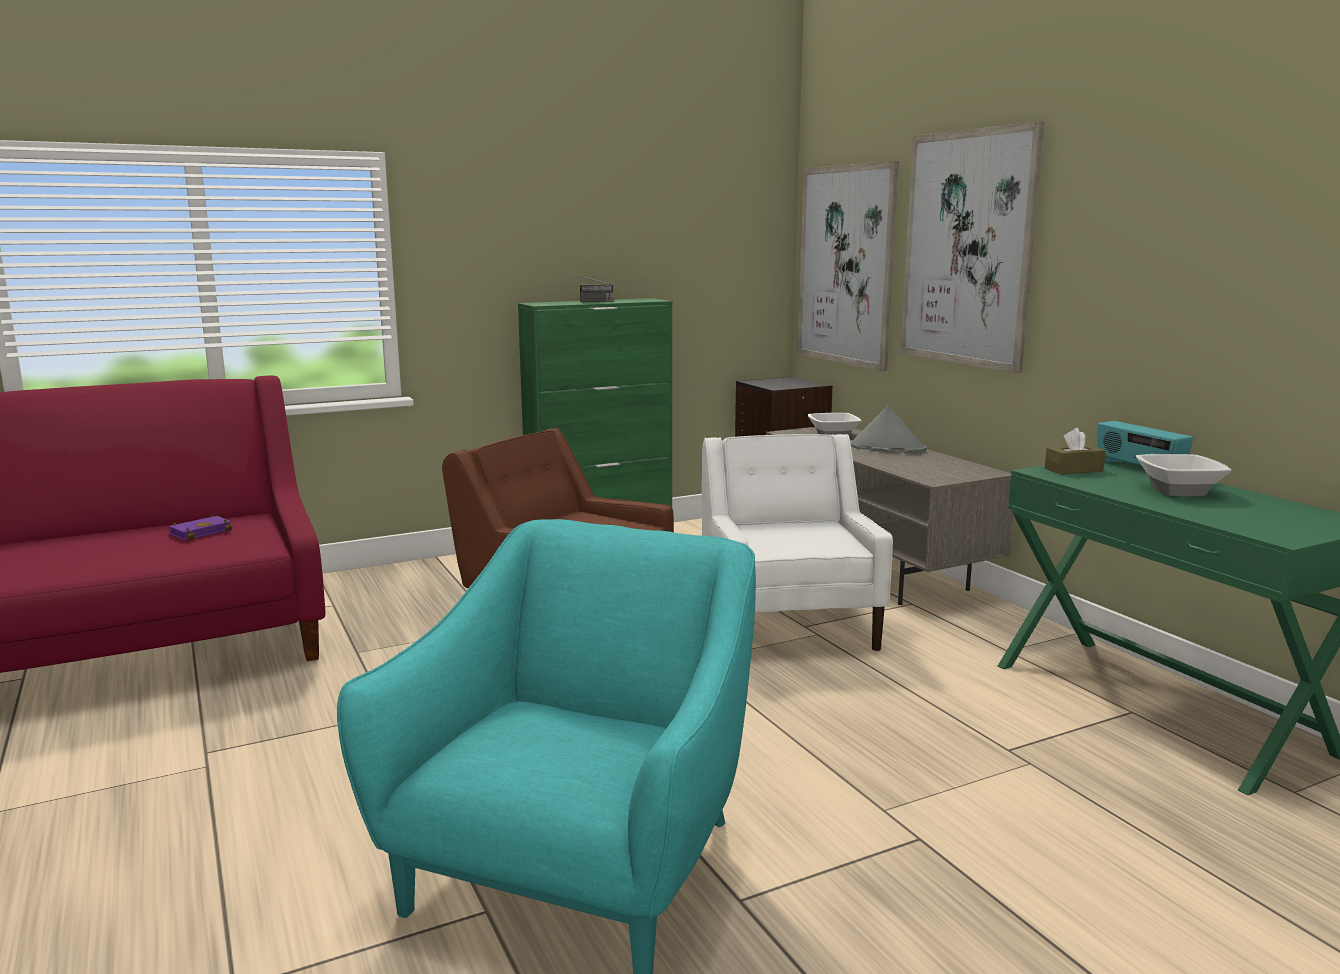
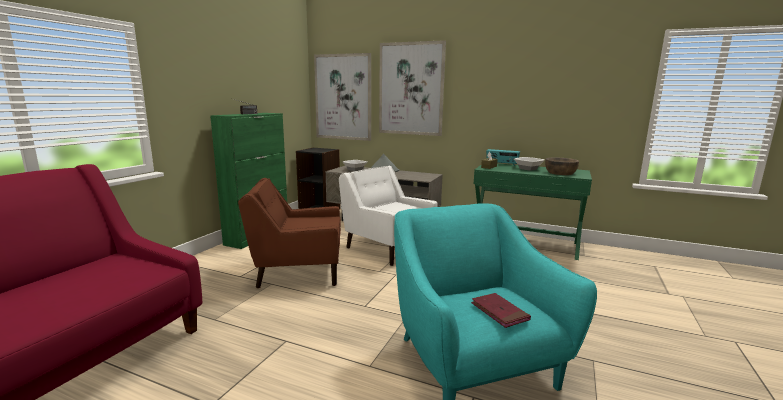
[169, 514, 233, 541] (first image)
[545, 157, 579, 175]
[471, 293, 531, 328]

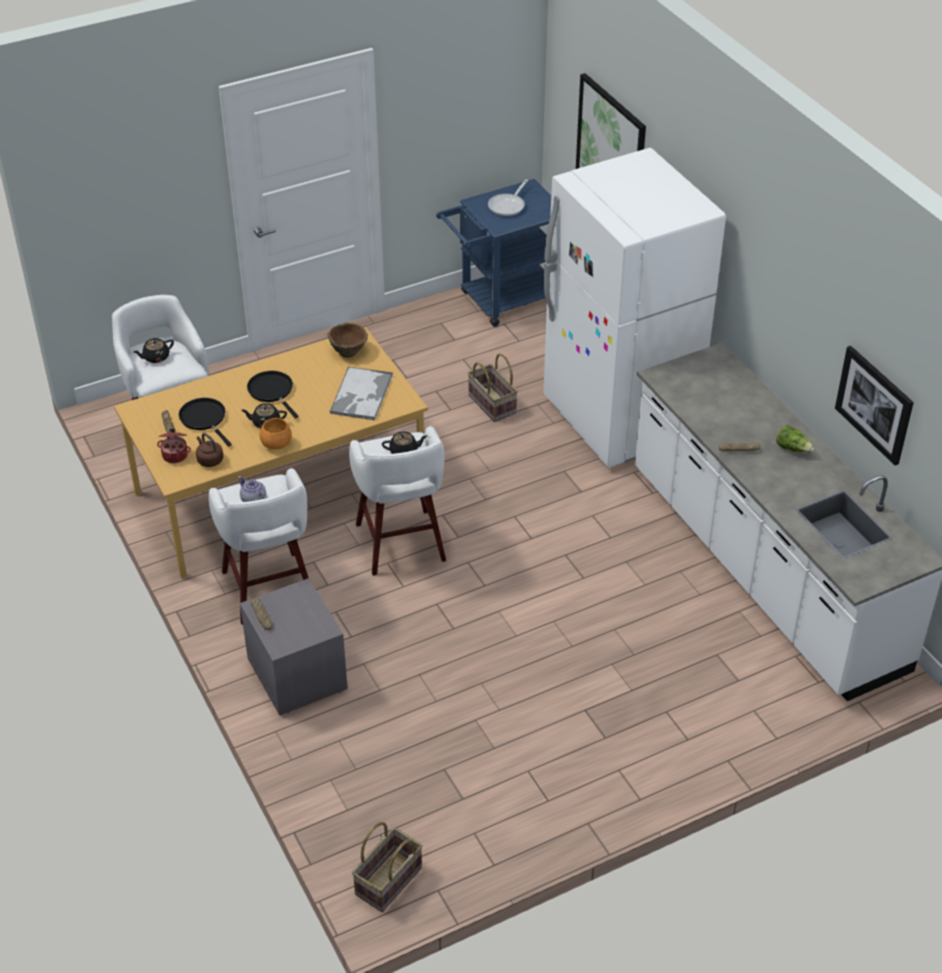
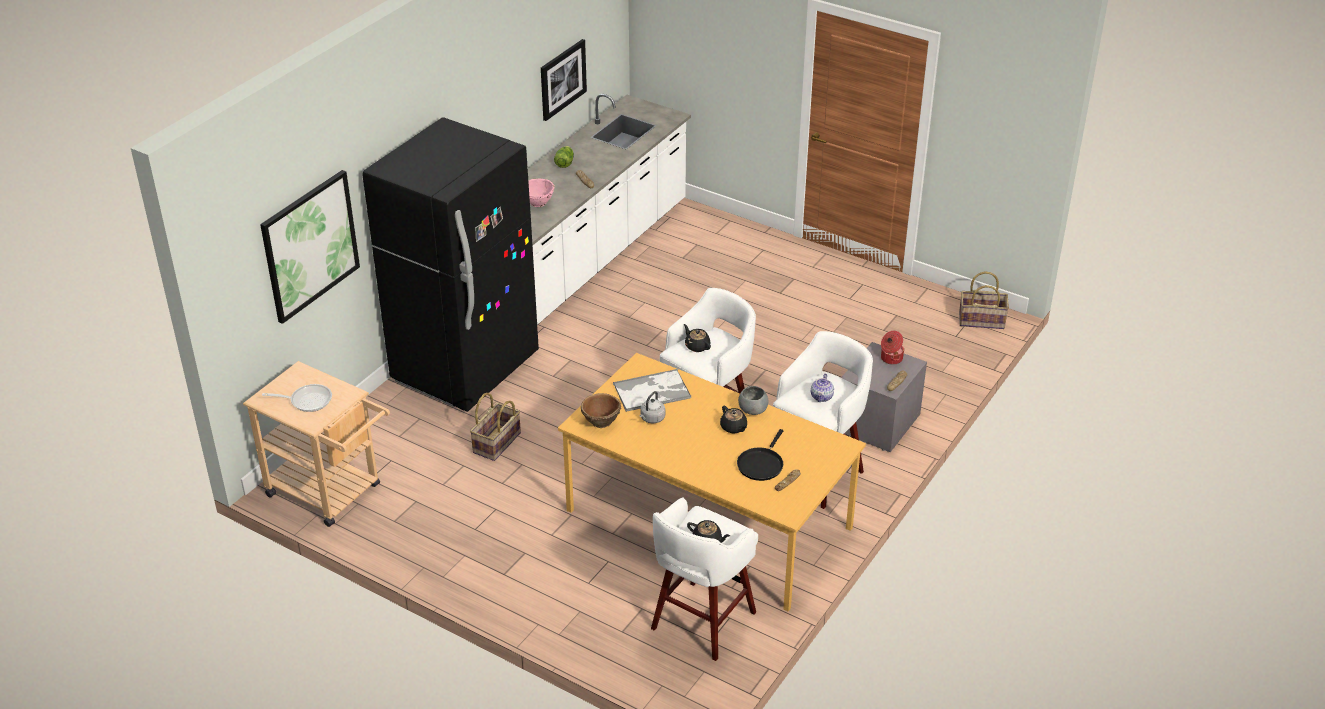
[362, 117, 539, 412]
[243, 361, 390, 527]
[247, 371, 299, 419] (first image)
[738, 386, 768, 415]
[881, 331, 904, 365]
[196, 433, 223, 467] (first image)
[528, 178, 555, 207]
[639, 391, 665, 424]

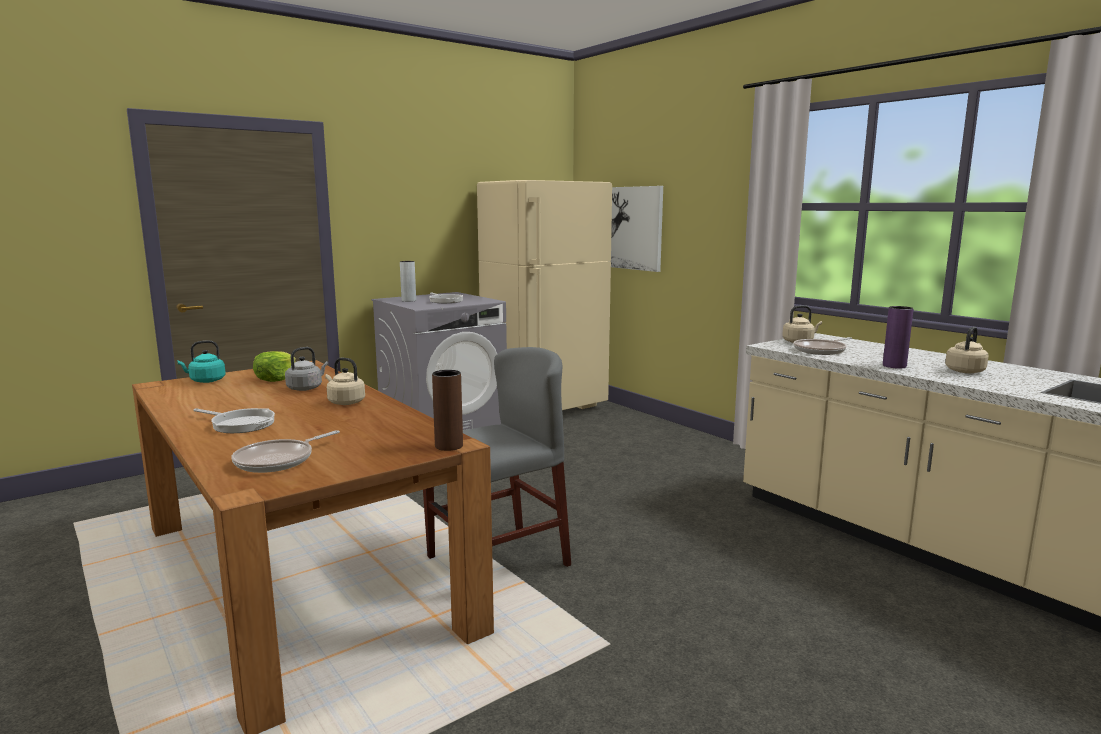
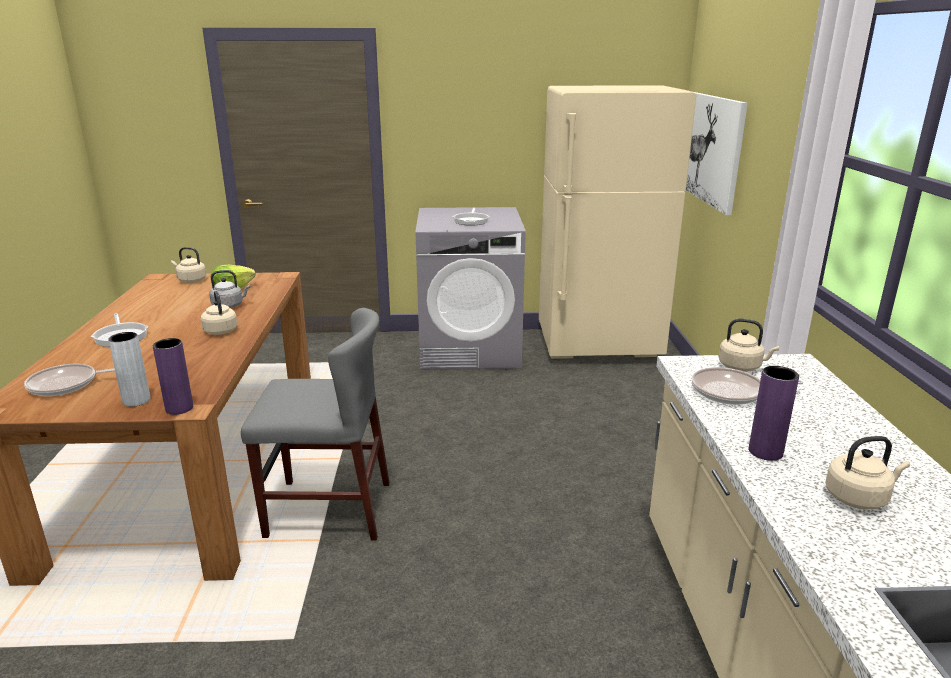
[108, 332, 150, 407]
[171, 247, 206, 283]
[153, 338, 193, 415]

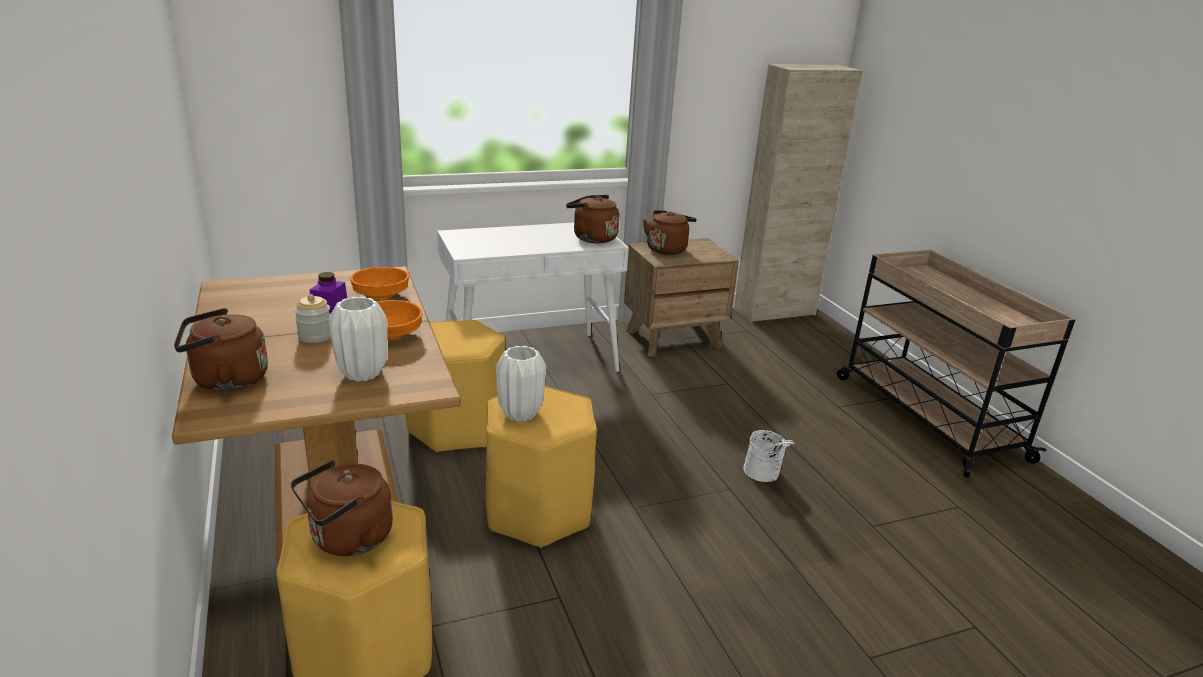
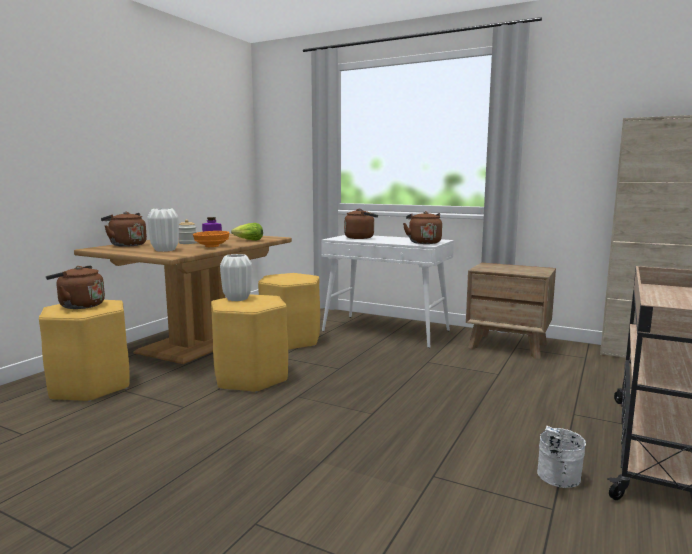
[344, 209, 378, 239]
[231, 223, 263, 241]
[537, 426, 586, 488]

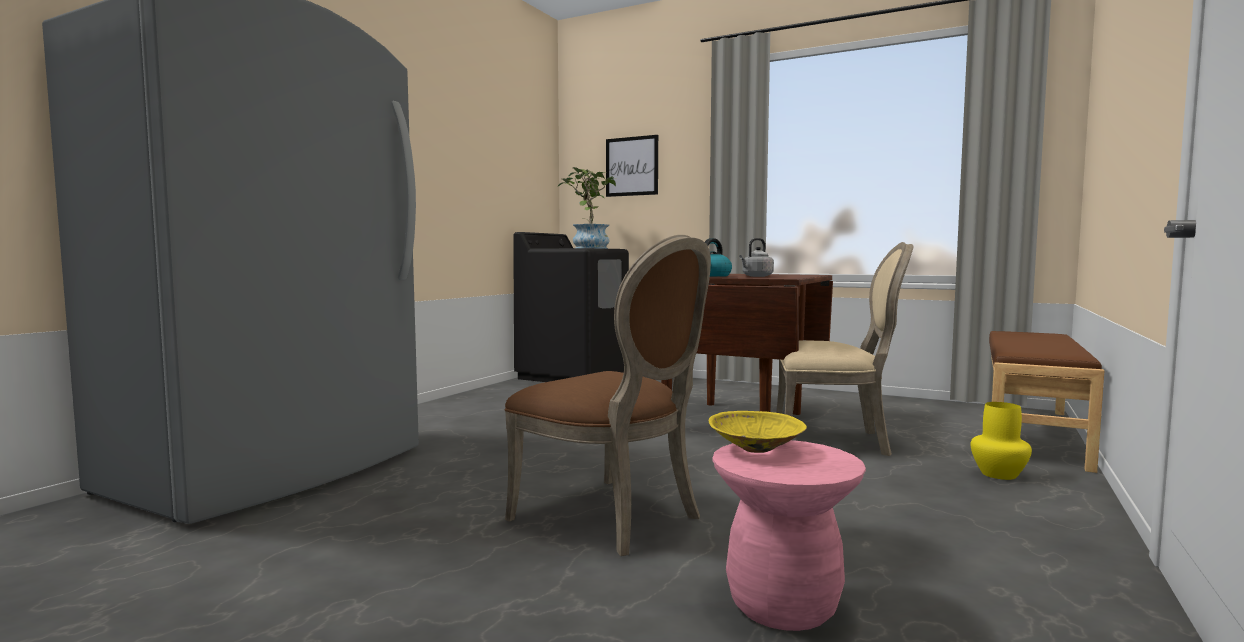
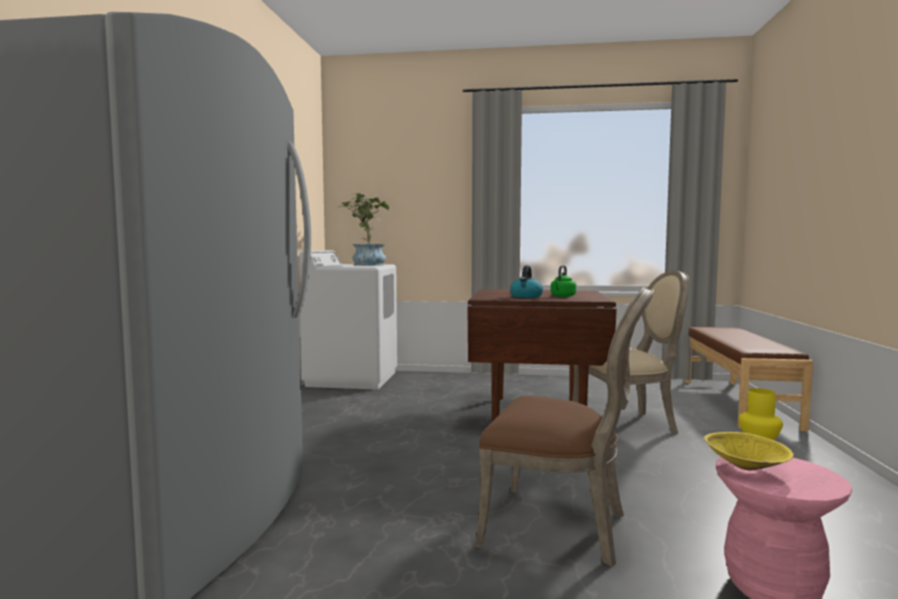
[606, 135, 658, 197] (first image)
[300, 250, 397, 389]
[551, 265, 576, 297]

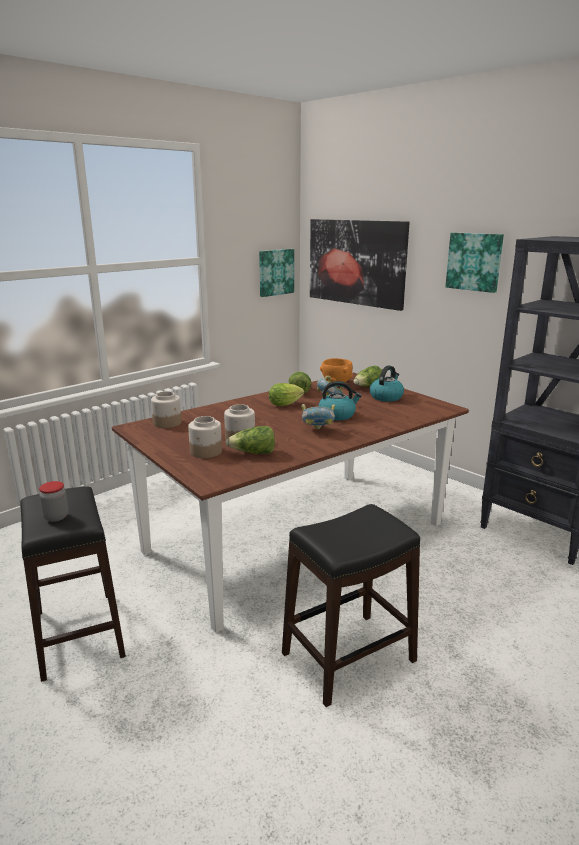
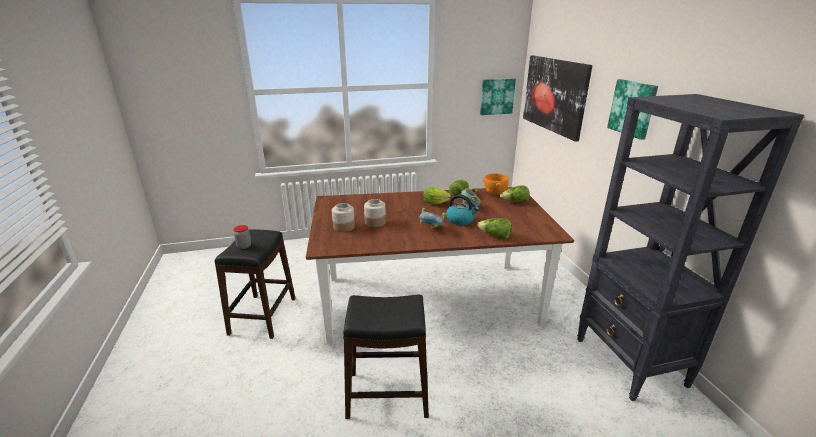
[370, 365, 404, 402] (first image)
[151, 391, 182, 428] (first image)
[477, 218, 512, 239]

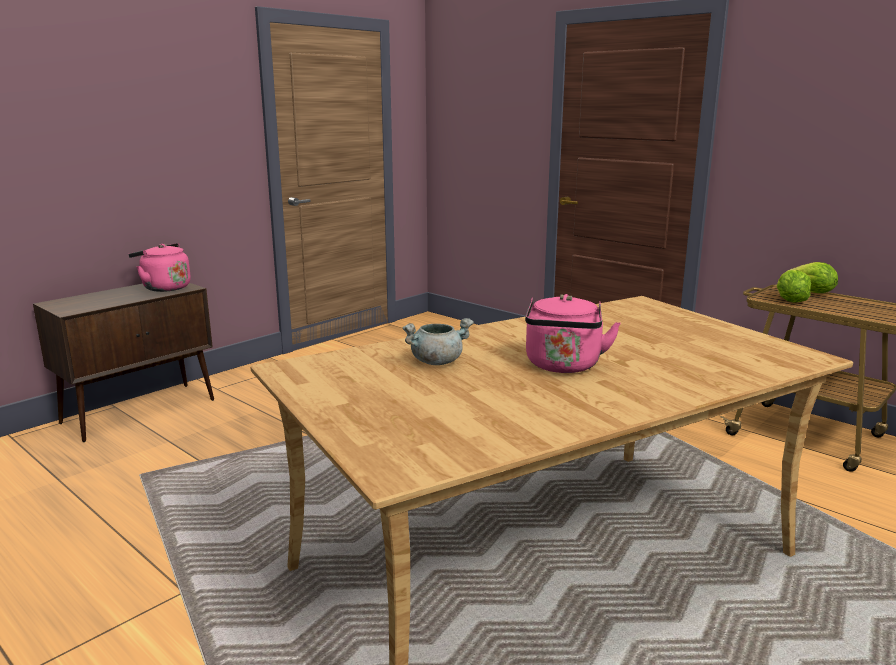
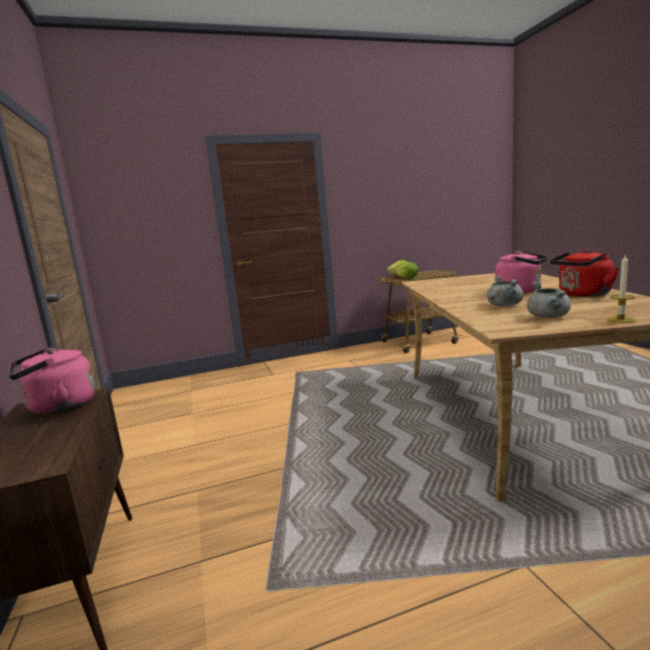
[550, 249, 619, 297]
[606, 255, 636, 323]
[527, 281, 571, 318]

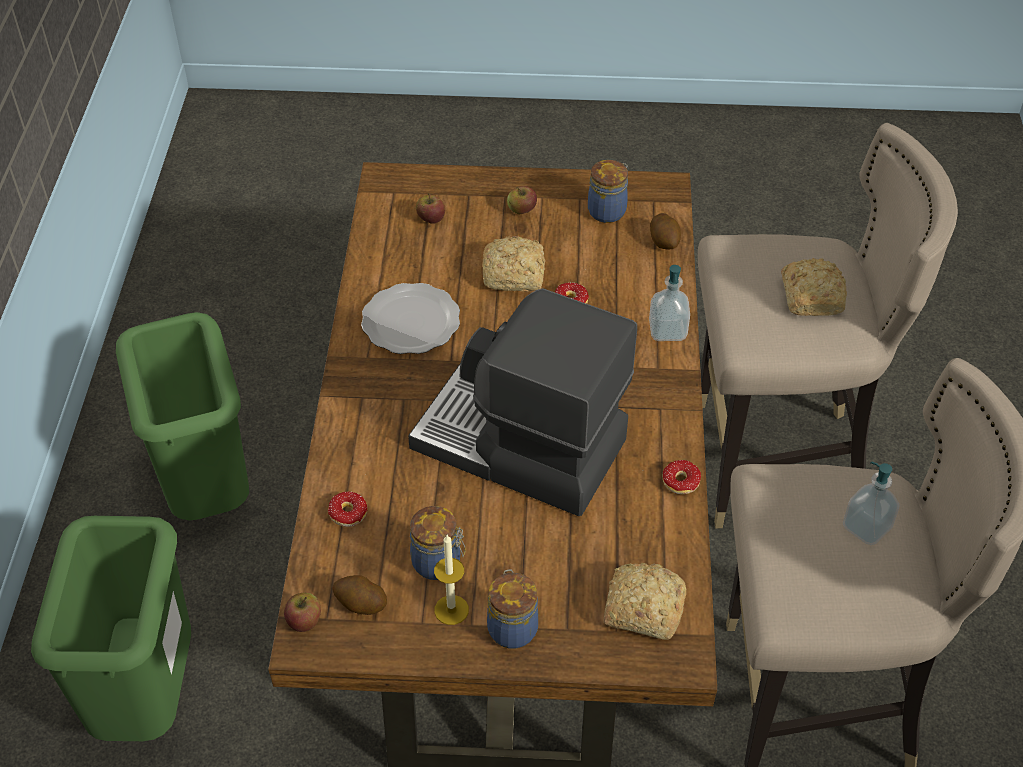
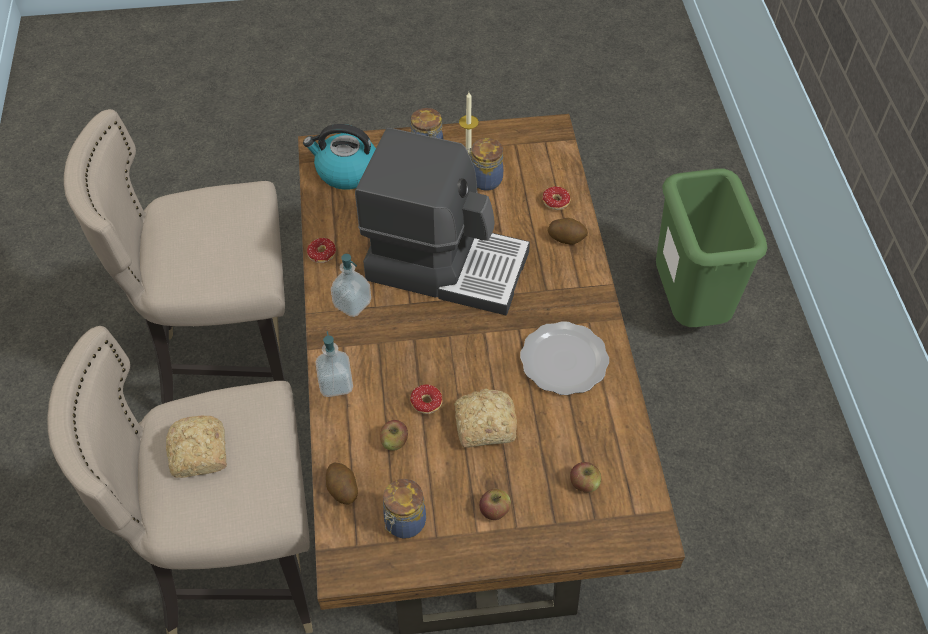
[116, 312, 249, 521] (first image)
[331, 254, 371, 317]
[303, 124, 376, 190]
[548, 218, 588, 245]
[380, 420, 408, 451]

